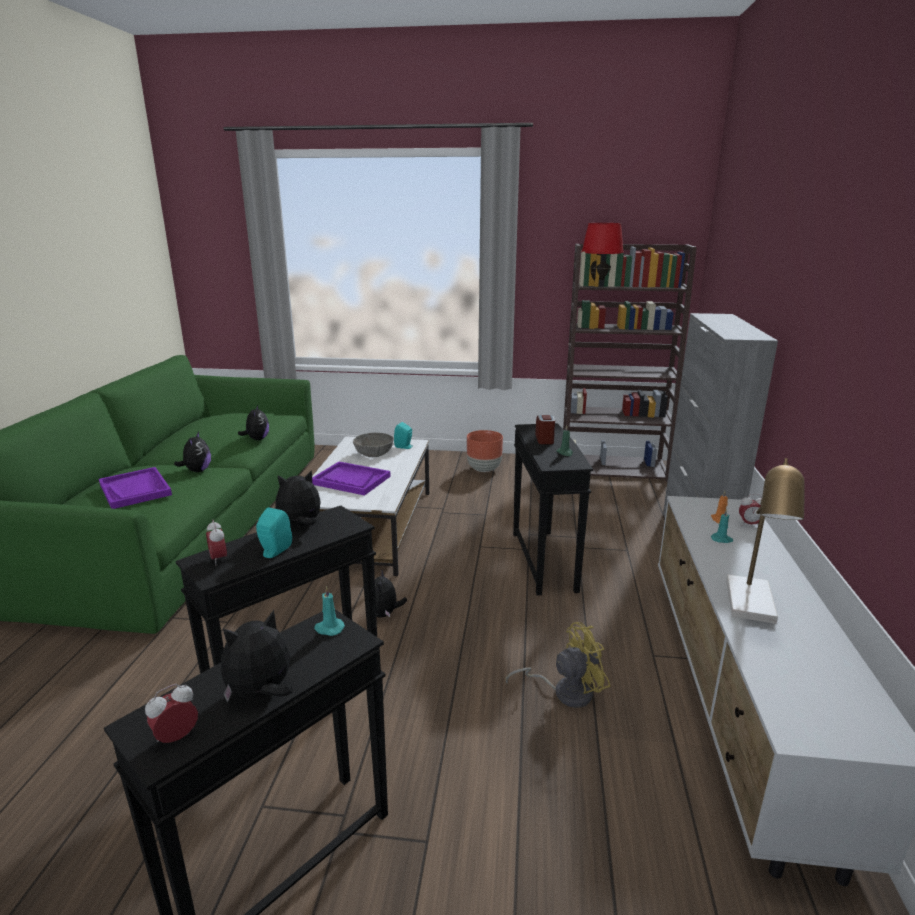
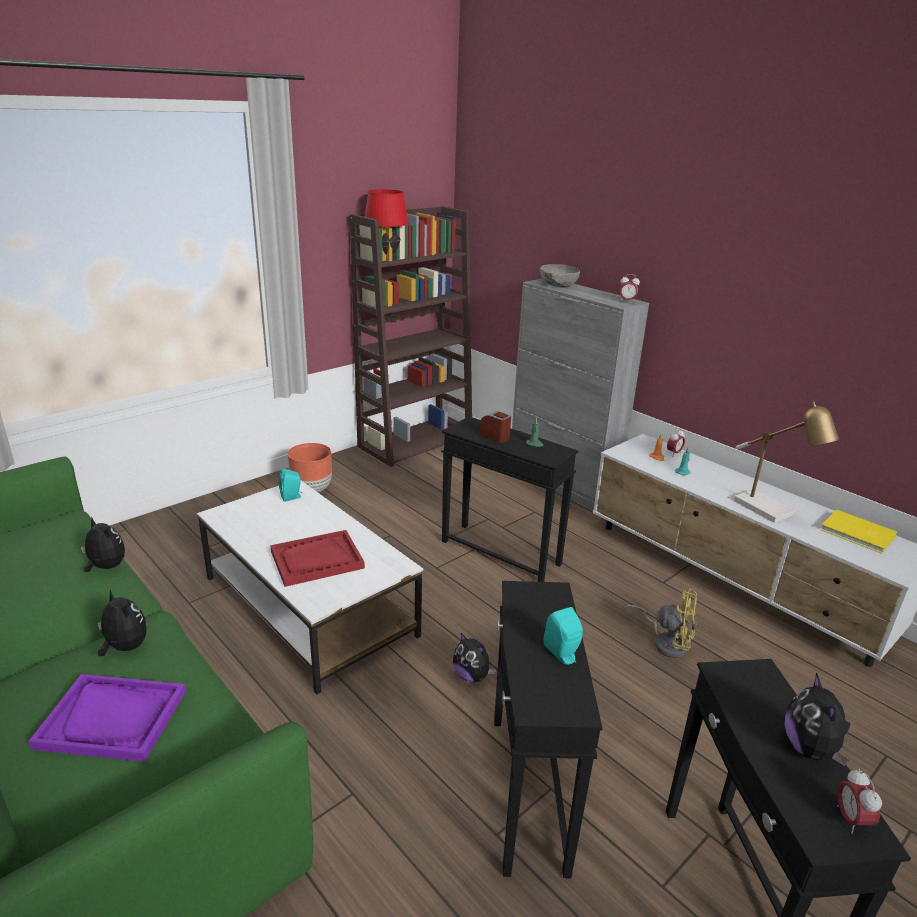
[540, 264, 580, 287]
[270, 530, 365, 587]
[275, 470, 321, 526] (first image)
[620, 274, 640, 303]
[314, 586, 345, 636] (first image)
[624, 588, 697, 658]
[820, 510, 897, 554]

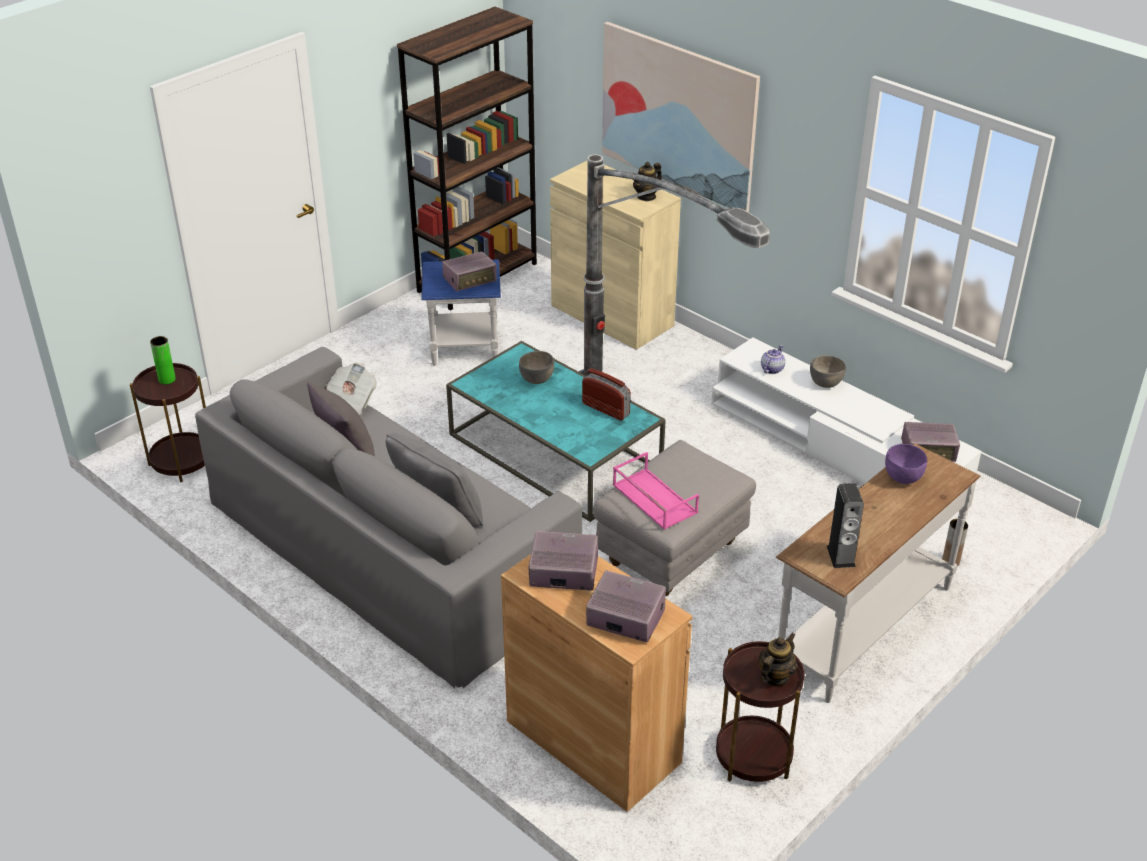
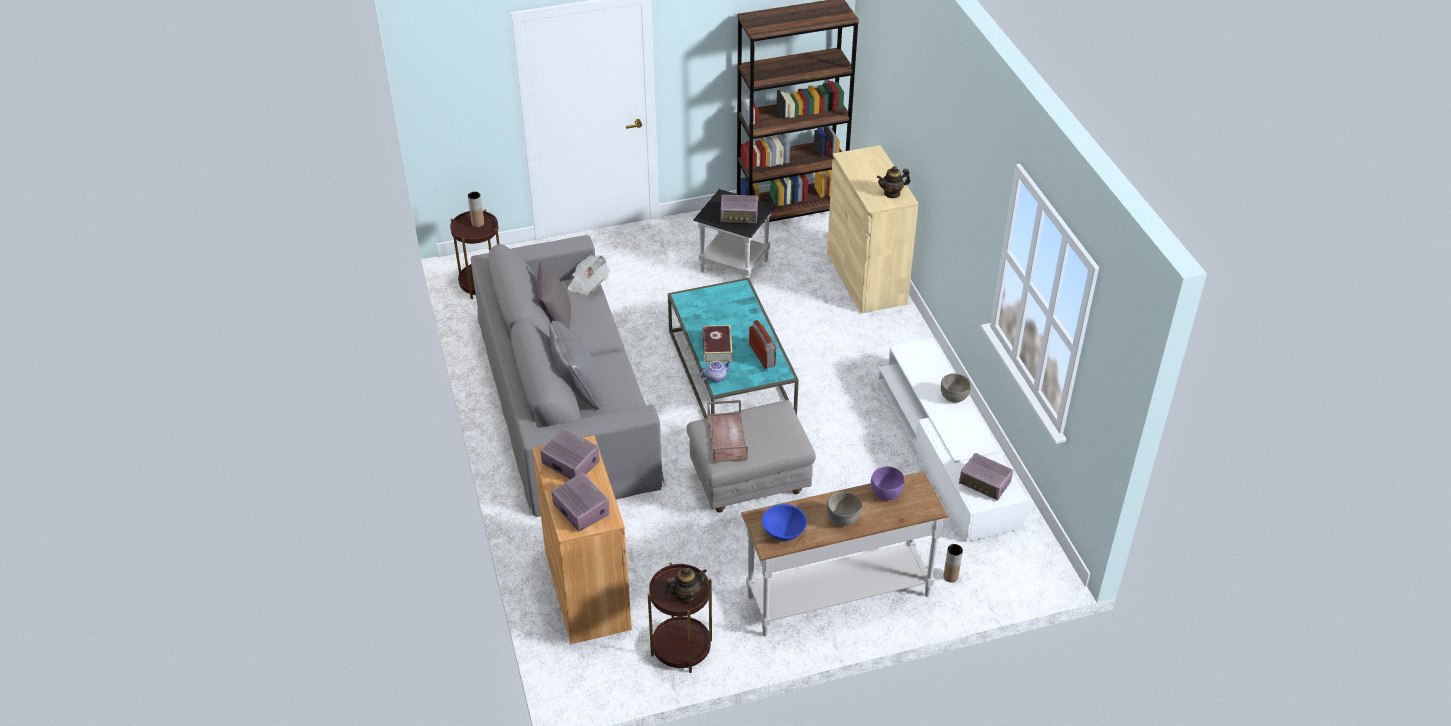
[602, 22, 760, 212] (first image)
[578, 155, 770, 376] (first image)
[693, 189, 776, 279]
[468, 192, 484, 227]
[701, 360, 732, 383]
[827, 492, 862, 526]
[707, 400, 748, 463]
[762, 504, 807, 541]
[703, 325, 732, 363]

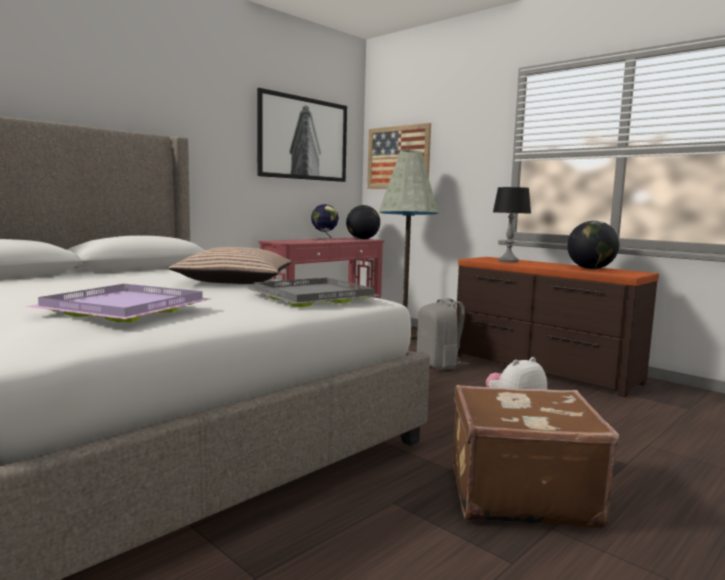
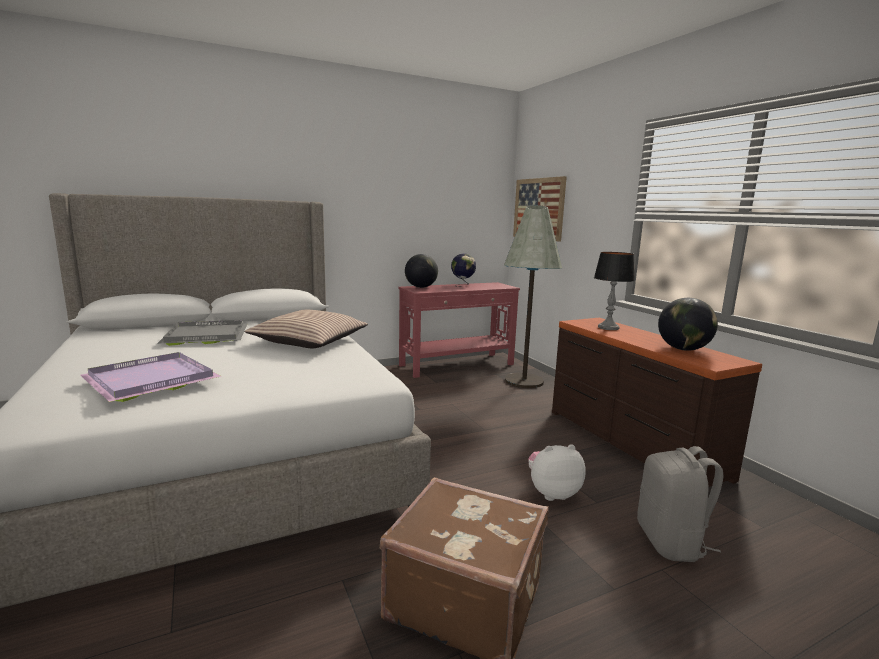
[257, 88, 347, 182] (first image)
[405, 254, 438, 288]
[157, 320, 248, 346]
[637, 446, 723, 562]

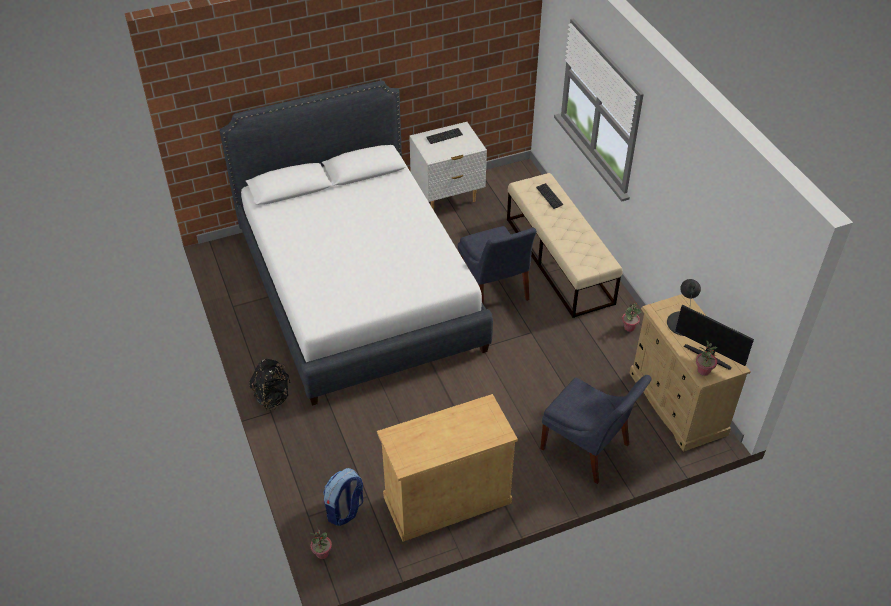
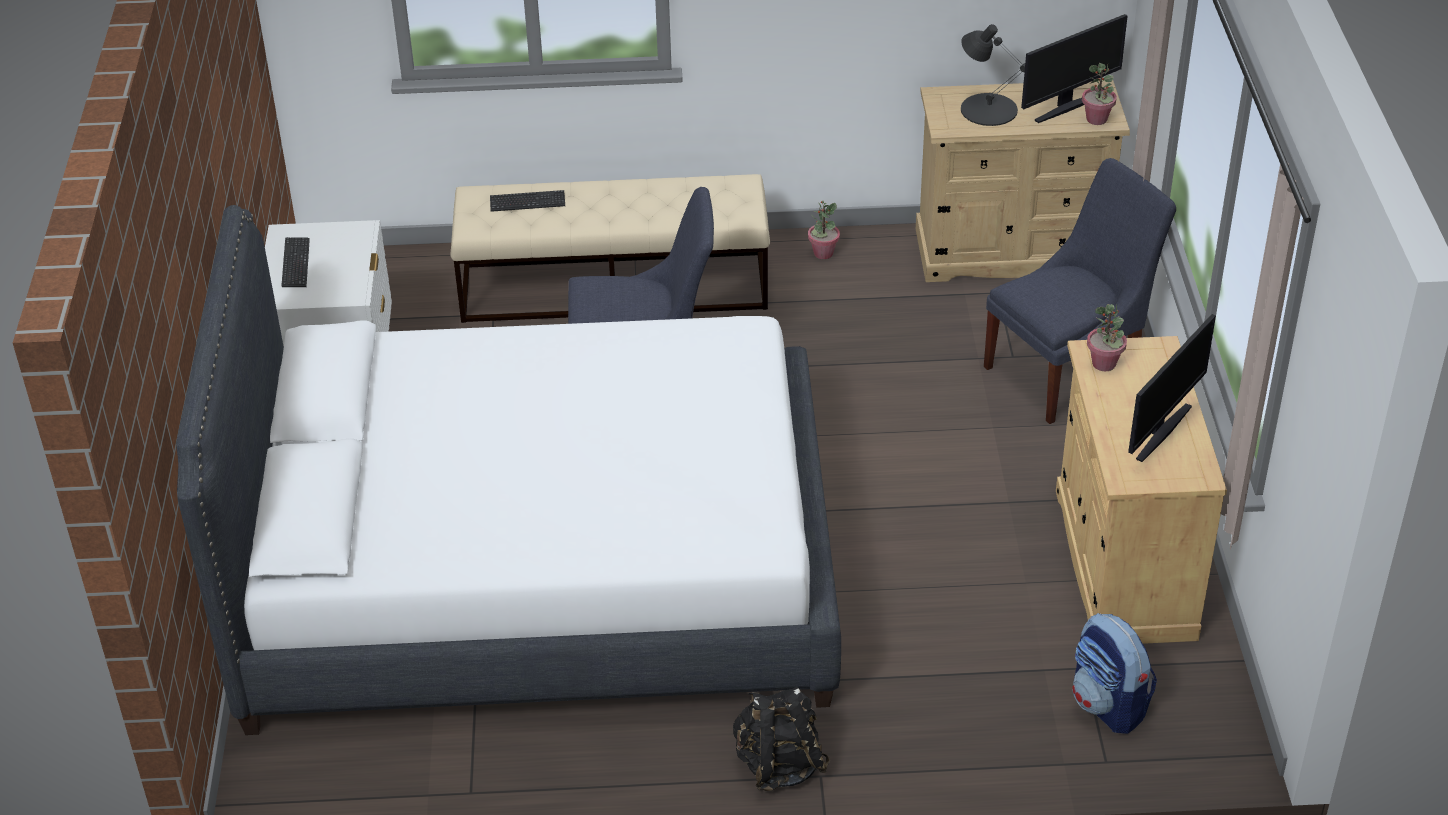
[1087, 304, 1127, 371]
[1128, 314, 1216, 462]

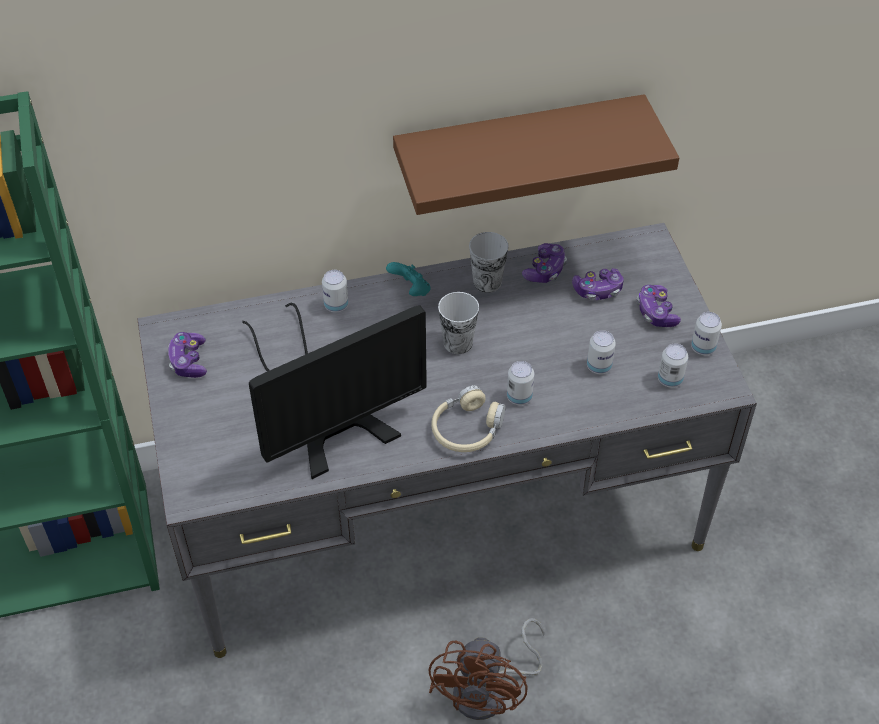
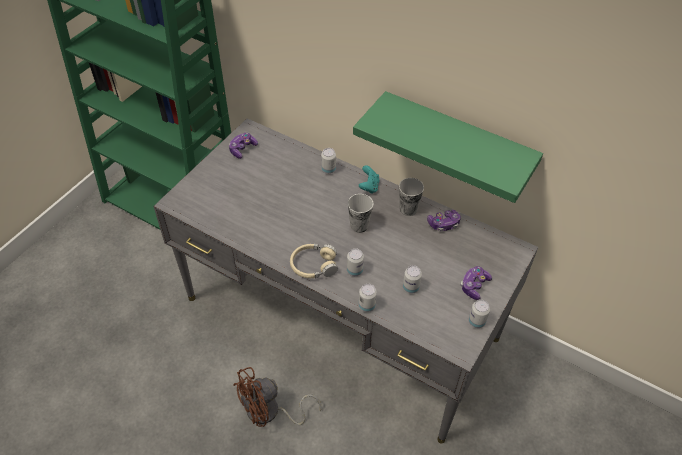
[353, 91, 543, 203]
[572, 268, 624, 301] (first image)
[242, 303, 427, 479] (first image)
[359, 284, 377, 312]

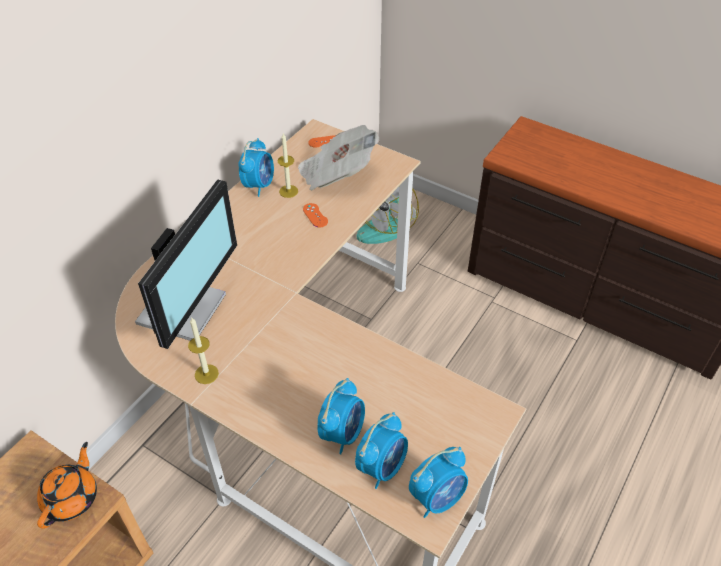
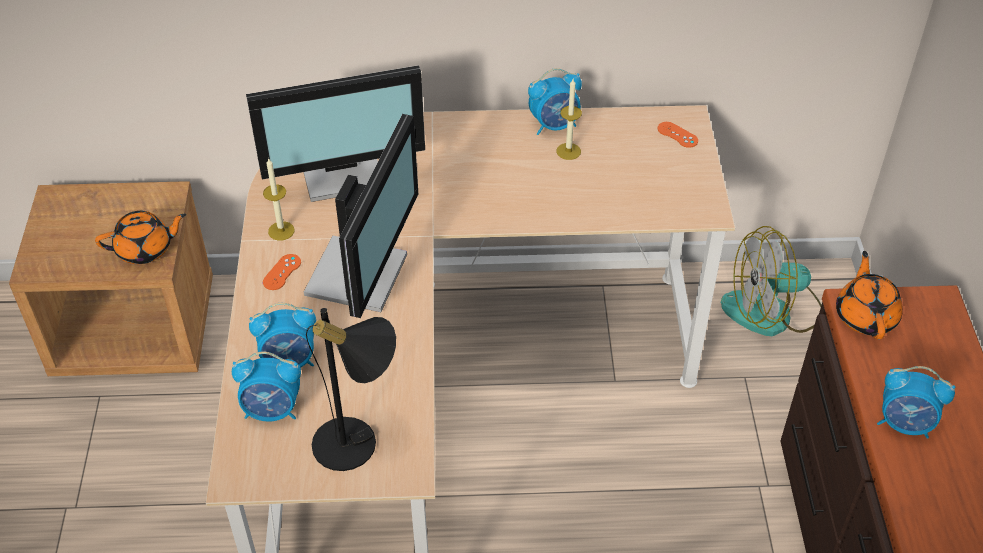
[298, 125, 380, 191] (first image)
[263, 254, 301, 290]
[877, 366, 955, 438]
[304, 114, 418, 318]
[836, 251, 903, 340]
[306, 308, 396, 471]

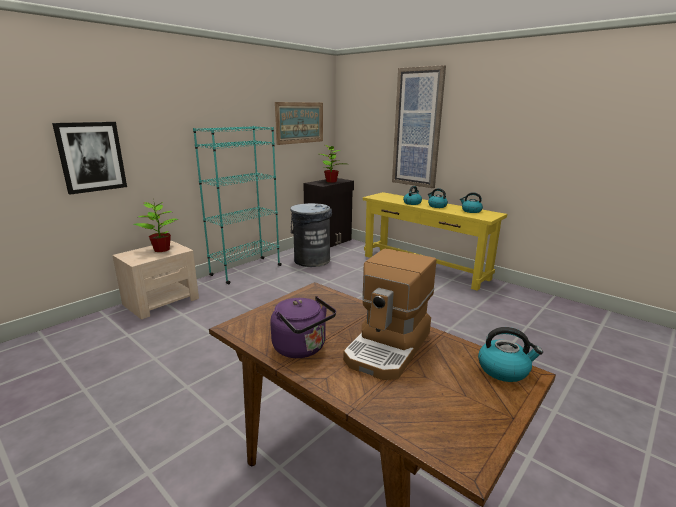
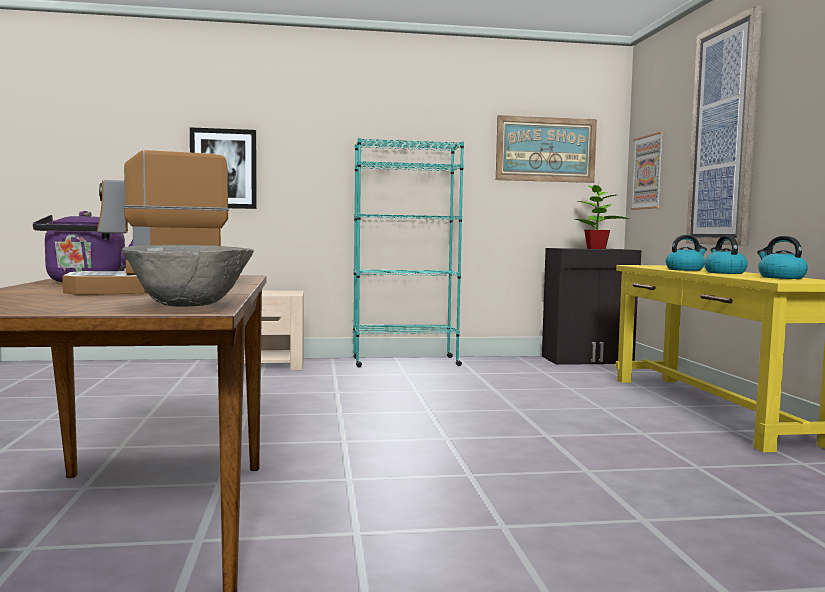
[133, 202, 178, 252] (first image)
[290, 203, 332, 267] (first image)
[122, 245, 254, 307]
[631, 132, 664, 210]

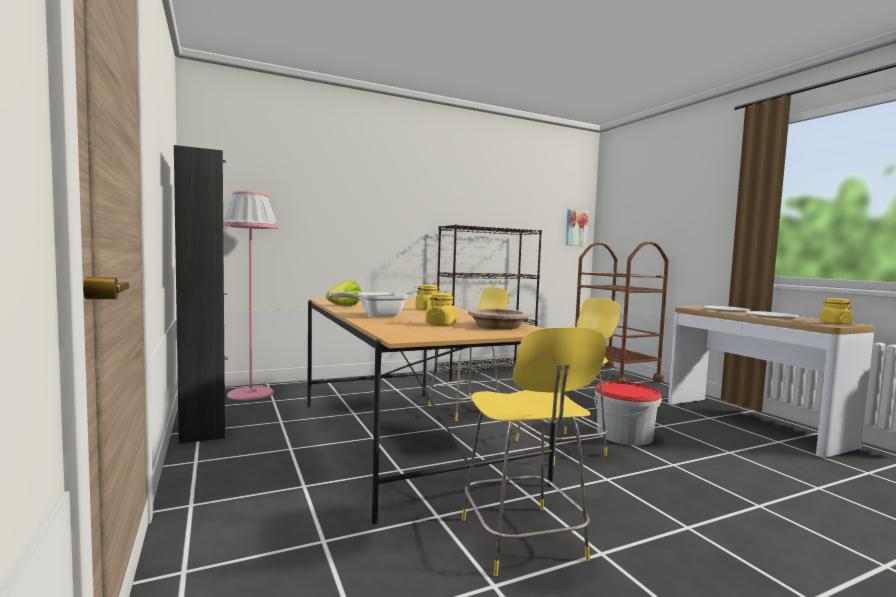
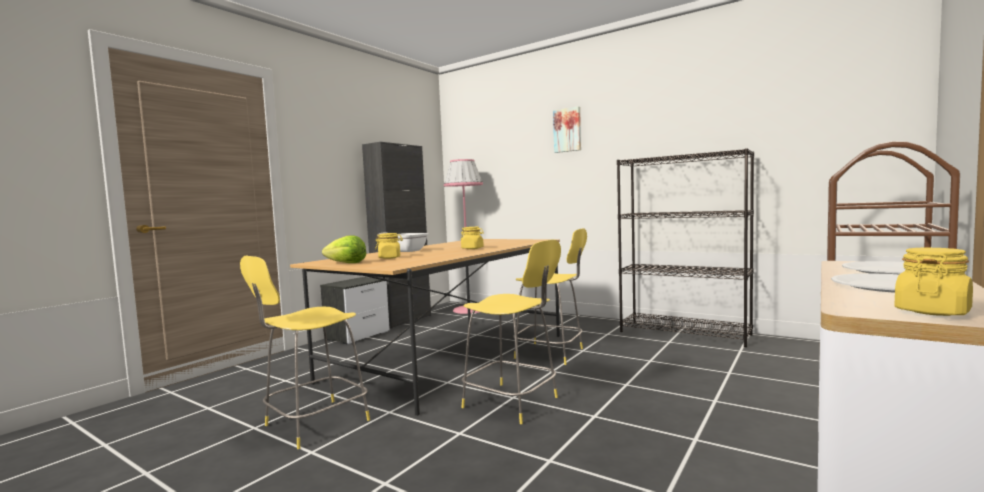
[553, 106, 581, 153]
[322, 236, 366, 263]
[468, 308, 530, 329] (first image)
[595, 381, 661, 445] (first image)
[320, 277, 390, 345]

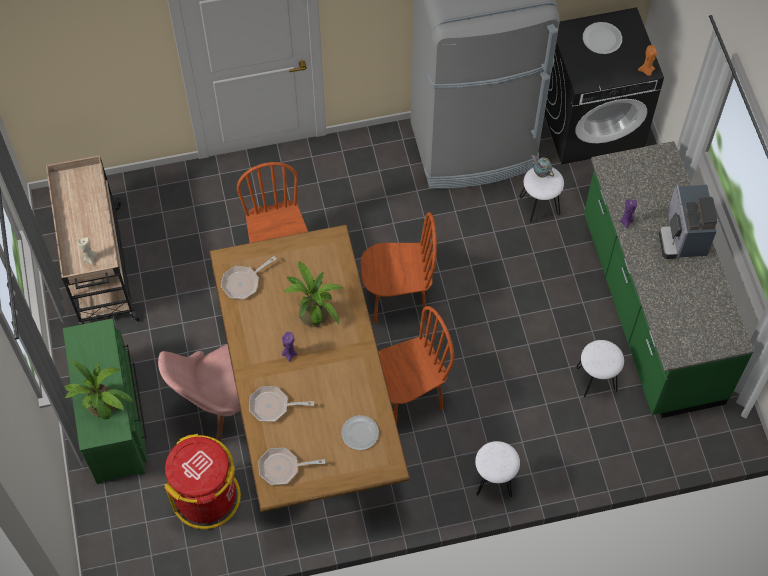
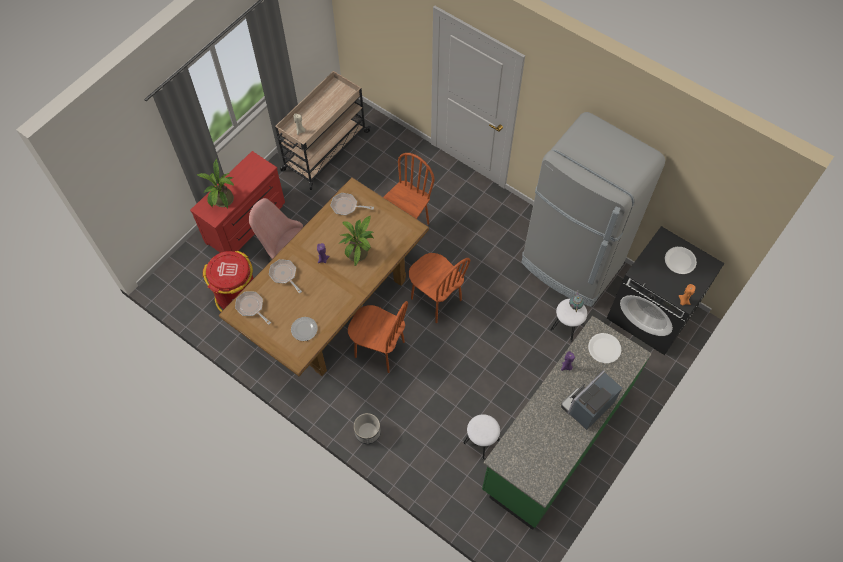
[190, 151, 285, 253]
[354, 413, 381, 444]
[588, 333, 621, 363]

